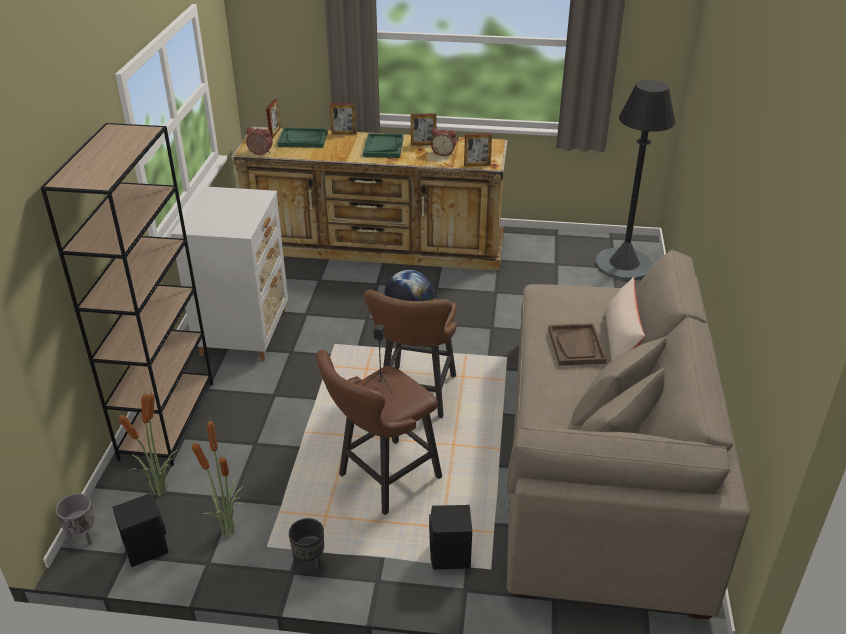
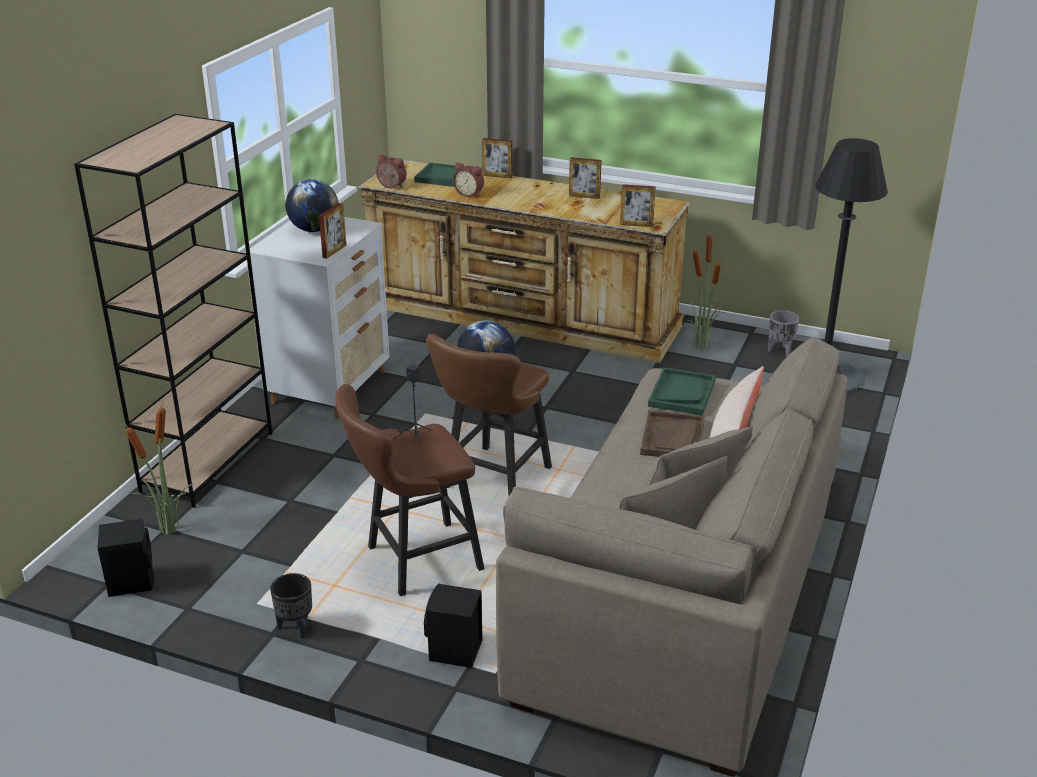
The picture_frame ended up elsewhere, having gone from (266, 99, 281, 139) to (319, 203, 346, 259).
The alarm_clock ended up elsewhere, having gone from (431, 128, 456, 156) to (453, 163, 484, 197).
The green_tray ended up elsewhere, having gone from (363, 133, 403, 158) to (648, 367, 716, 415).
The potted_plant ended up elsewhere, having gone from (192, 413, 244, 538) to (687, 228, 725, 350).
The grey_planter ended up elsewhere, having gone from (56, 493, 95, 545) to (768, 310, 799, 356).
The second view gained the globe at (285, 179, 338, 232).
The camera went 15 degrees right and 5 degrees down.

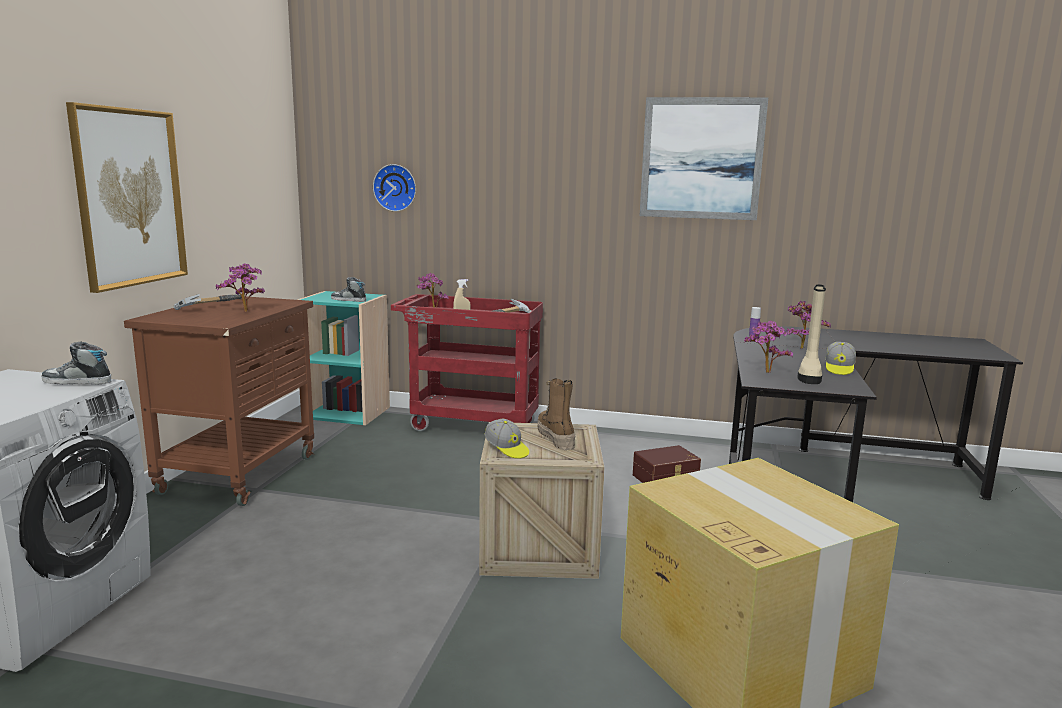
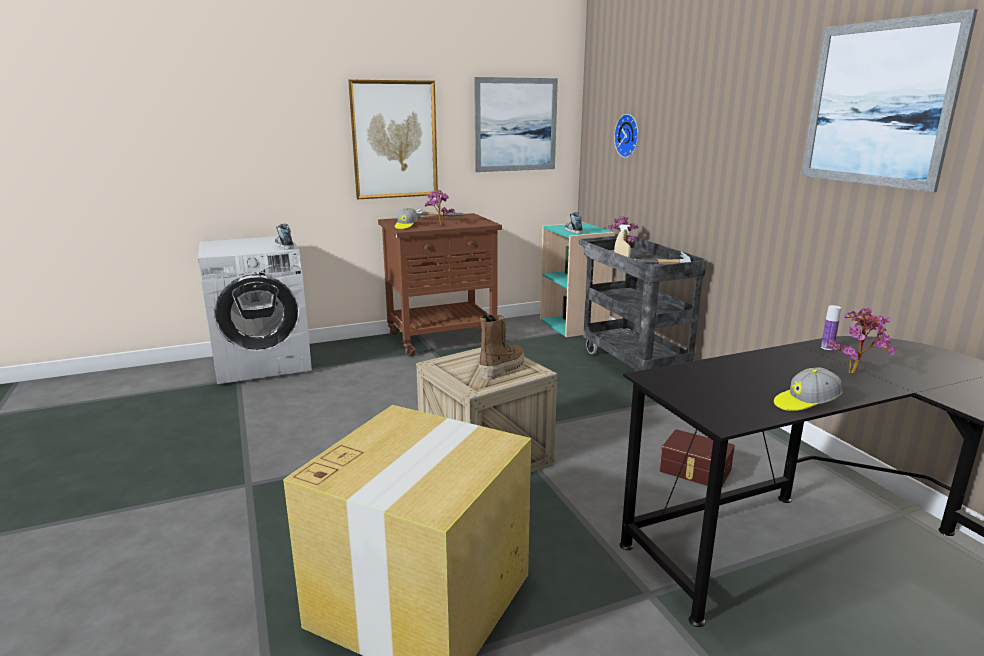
The second view lost the beige_boot at (797, 285, 826, 384).
What was the red_cart at (391, 294, 543, 431) turned into the black_cart at (579, 235, 707, 371).
The second view lost the potted_plant at (744, 321, 793, 373).
The cap ended up elsewhere, having gone from (484, 419, 529, 459) to (395, 208, 418, 229).
The second view gained the picture at (474, 77, 558, 172).
The camera went 55 degrees right and 5 degrees up.

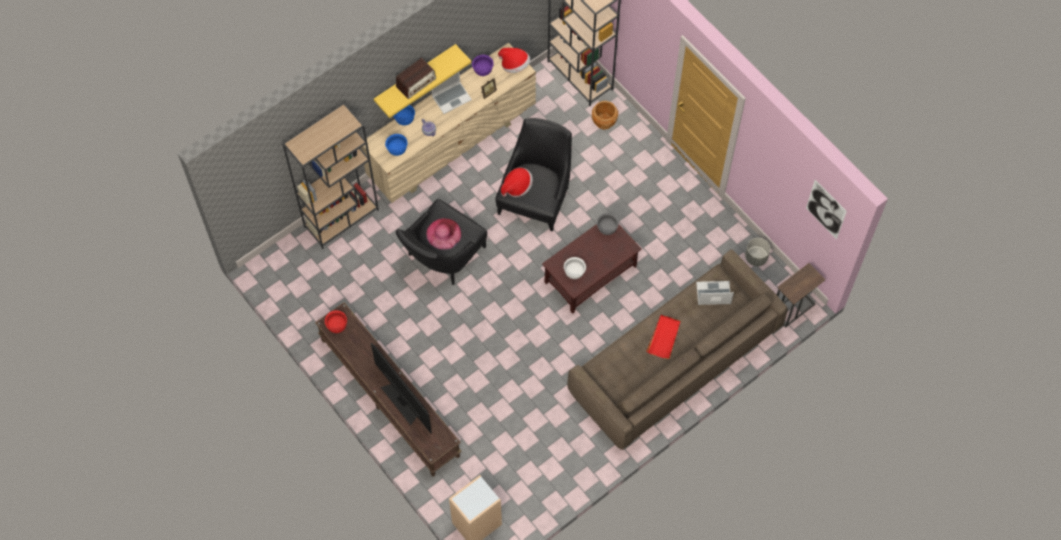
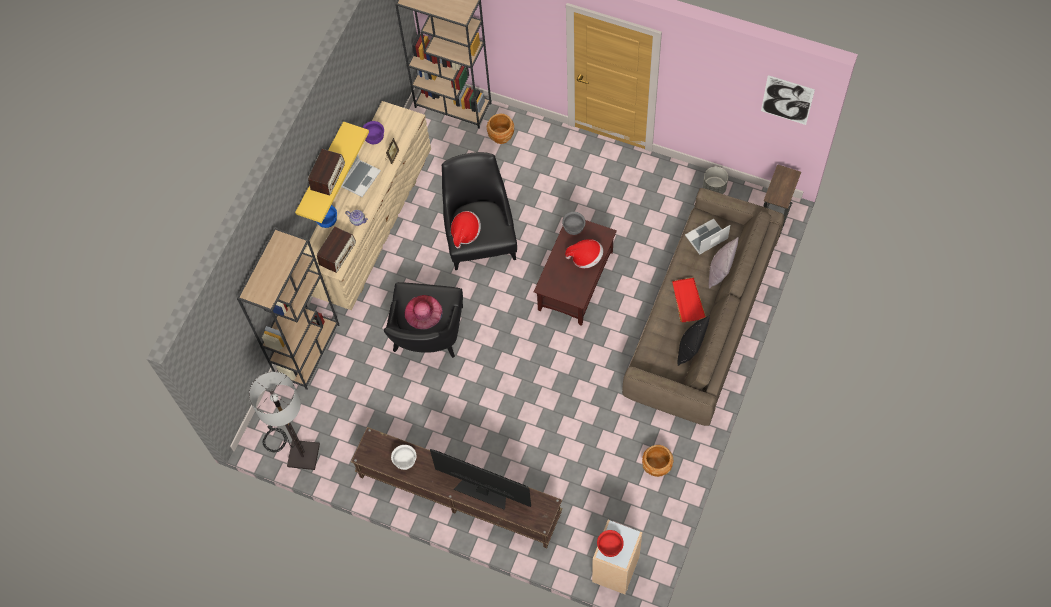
The hat ended up elsewhere, having gone from (498, 48, 530, 73) to (565, 239, 603, 268).
Where the blue_bowl stood at (385, 134, 408, 156), the radio came to stand at (317, 227, 356, 273).
The white_bowl ended up elsewhere, having gone from (564, 257, 586, 279) to (391, 445, 416, 470).
The red_bowl ended up elsewhere, having gone from (325, 310, 347, 333) to (597, 530, 624, 557).
The second view gained the purple_pillow at (708, 237, 739, 289).
The second view gained the black_pillow at (677, 316, 710, 366).
The second view gained the floor_lamp at (249, 371, 320, 470).
The second view gained the brown_planter at (642, 445, 673, 477).
The camera went 25 degrees left and 0 degrees up.

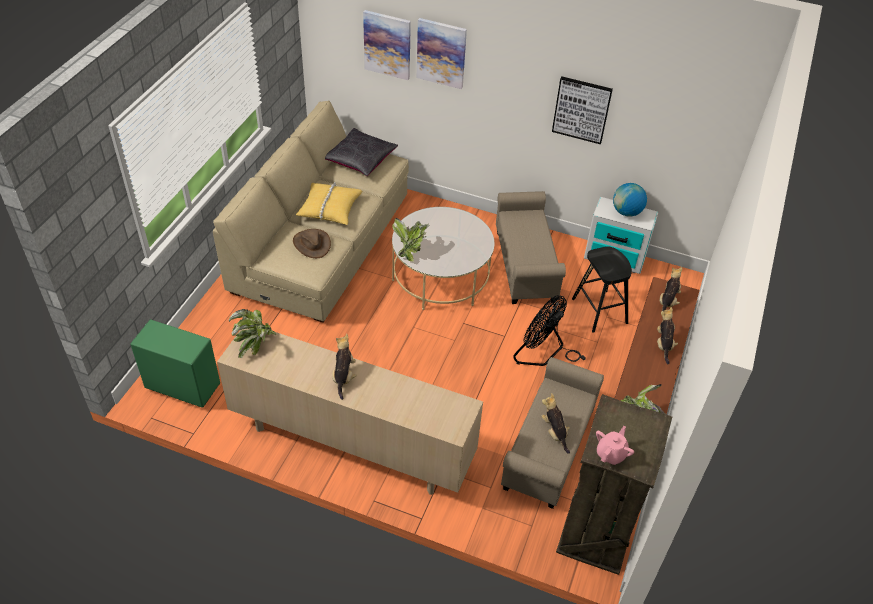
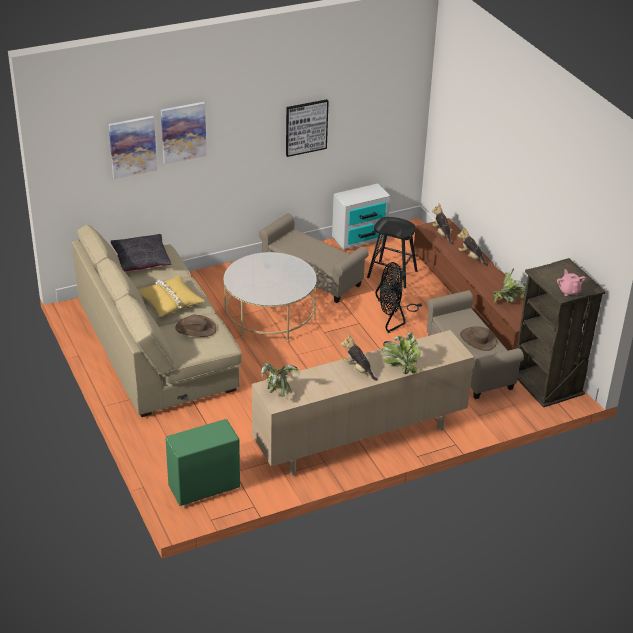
The second view lost the globe at (613, 183, 647, 217).
The potted_plant ended up elsewhere, having gone from (392, 218, 430, 261) to (381, 332, 421, 374).
Where the plush_toy stood at (541, 393, 570, 454), the brown_hat came to stand at (460, 327, 497, 351).
The camera went 45 degrees left and 10 degrees down.

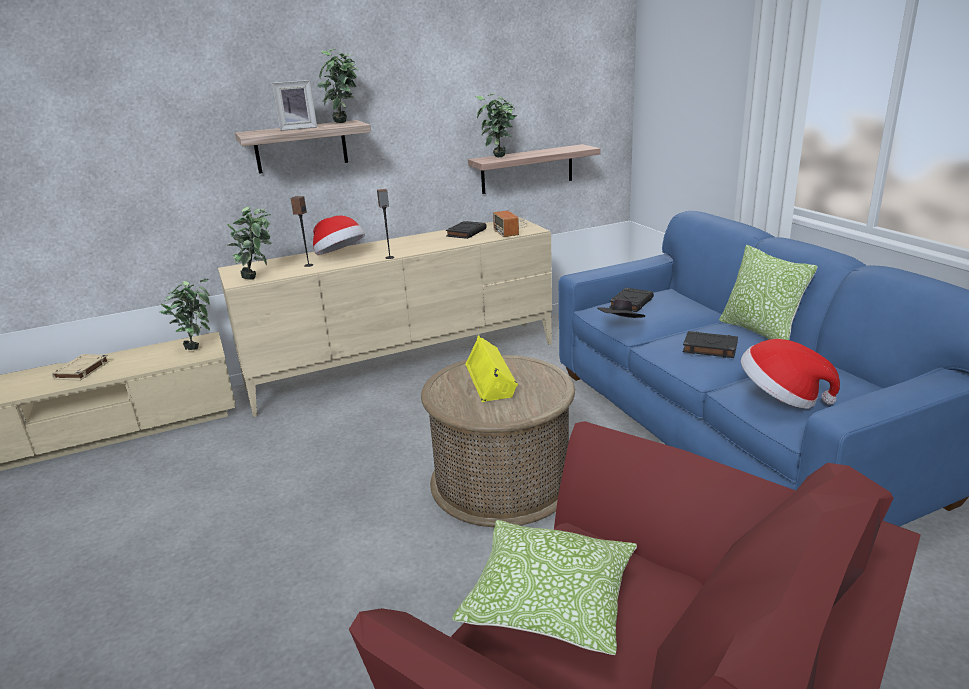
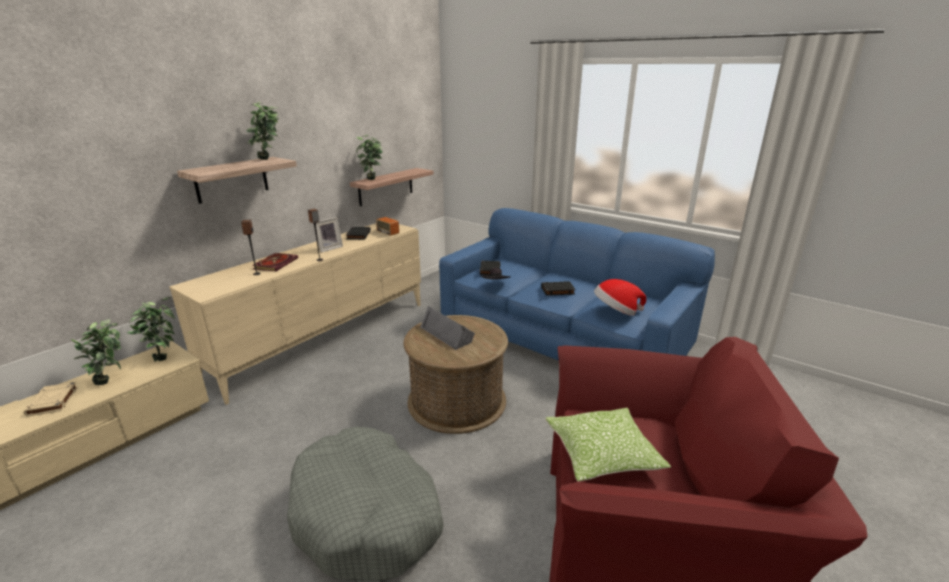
The picture_frame ended up elsewhere, having gone from (272, 80, 317, 131) to (316, 217, 343, 253).
The potted_plant ended up elsewhere, having gone from (227, 207, 272, 279) to (71, 319, 121, 385).
Where the hat stood at (313, 216, 365, 255), the book came to stand at (252, 253, 298, 271).
The second view lost the pillow at (719, 245, 818, 340).
What was the yellow_speaker at (465, 335, 518, 402) turned into the grey_speaker at (420, 306, 475, 350).
The second view gained the grey_dog_bed at (287, 426, 443, 582).
The camera went 30 degrees left and 0 degrees up.

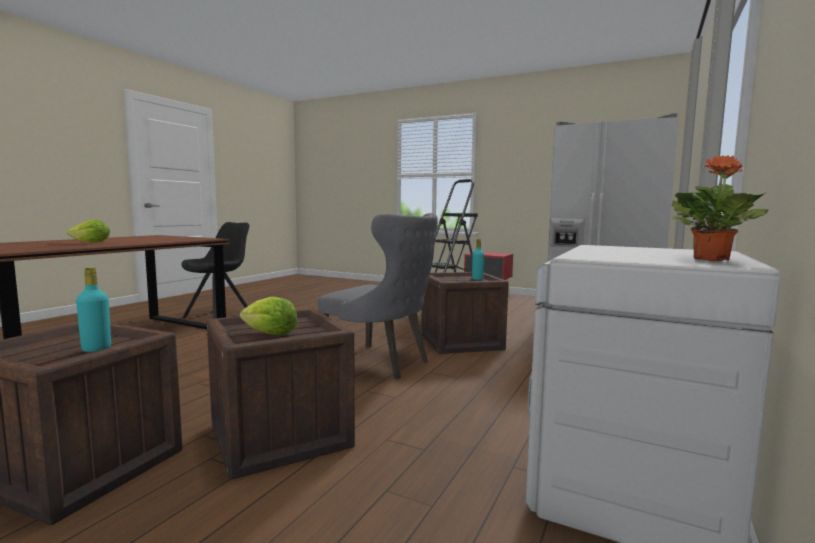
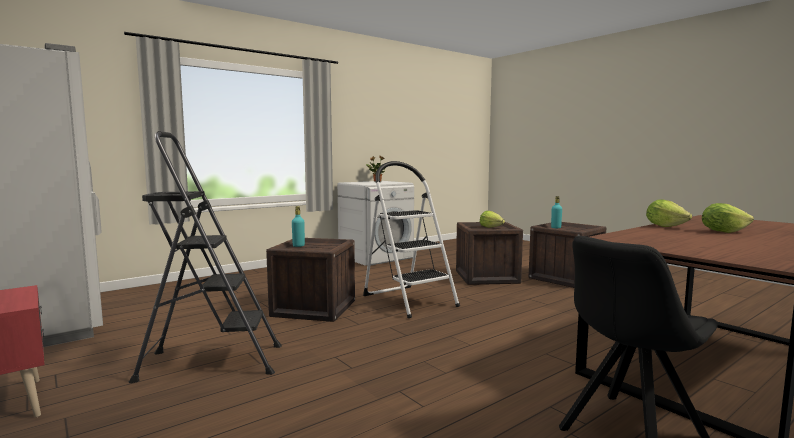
Where the grey_chair stood at (318, 213, 438, 379), the step_ladder came to stand at (363, 161, 460, 318).
The second view gained the lettuce at (646, 199, 692, 227).
The camera went 155 degrees left and 0 degrees up.

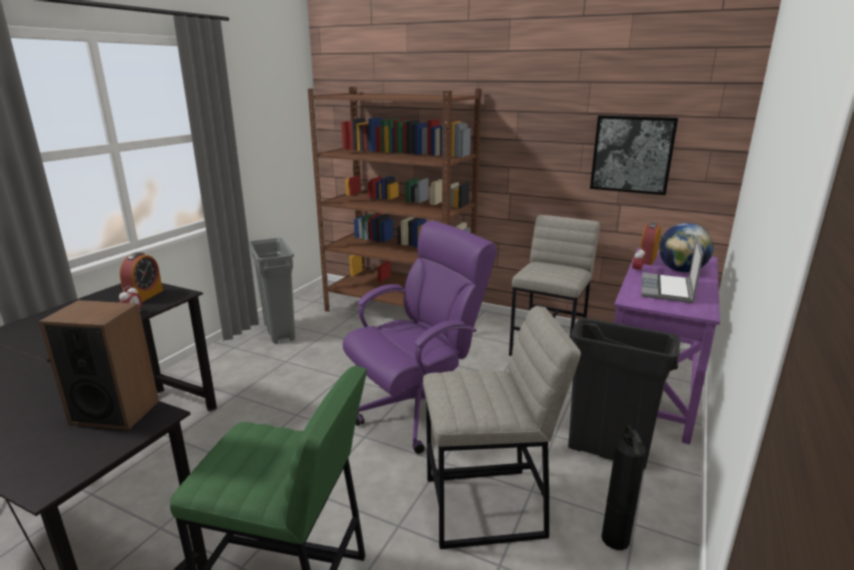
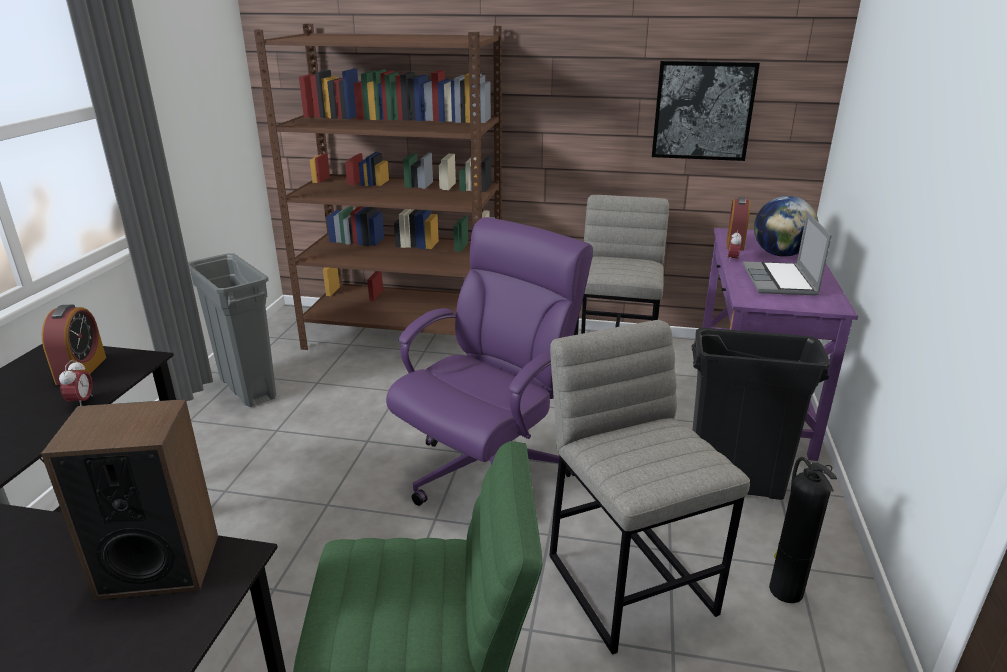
The grey_chair at (423, 306, 581, 549) ended up facing another way, 90 degrees counterclockwise from before.
The camera went 15 degrees left and 5 degrees up.

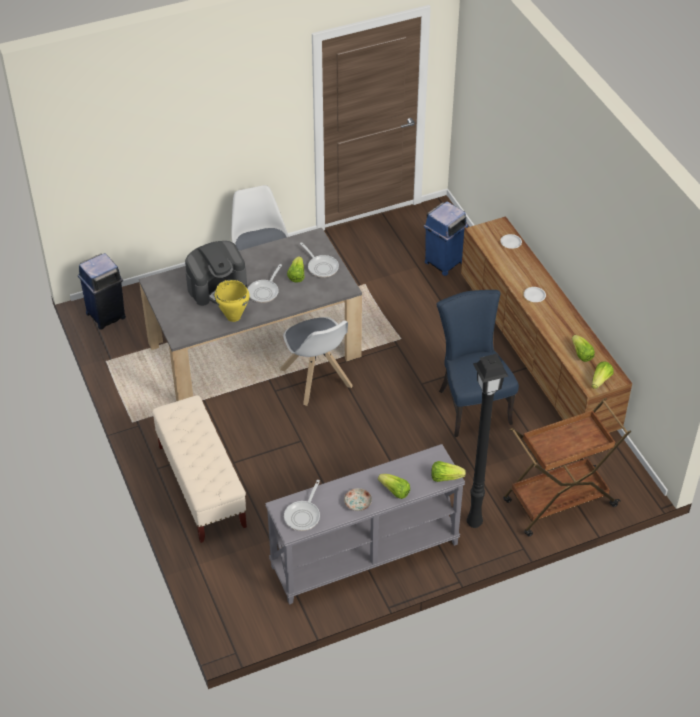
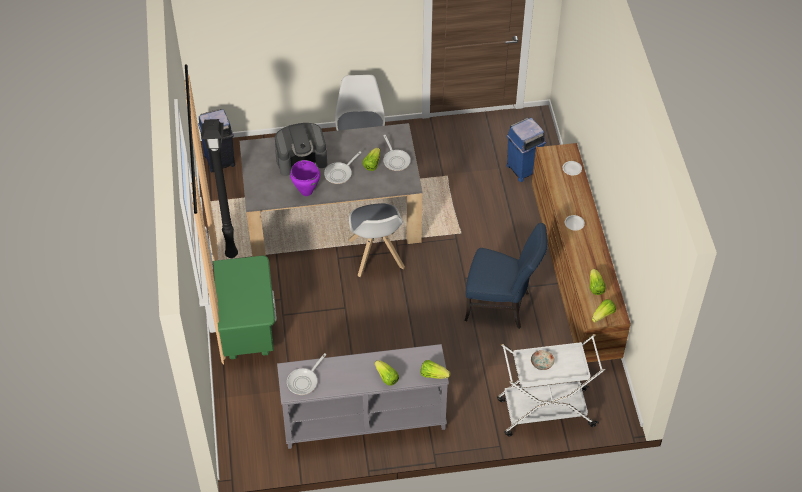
What was the yellow_cooking_pot at (215, 280, 249, 322) turned into the purple_cooking_pot at (290, 160, 320, 196).
The blue_chair at (437, 290, 519, 437) ended up facing another way, 105 degrees clockwise from before.
The black_floor_lamp ended up elsewhere, having gone from (467, 354, 508, 528) to (201, 119, 238, 258).
Where the beige_bench stood at (152, 395, 247, 543), the green_nightstand came to stand at (213, 256, 277, 359).
What was the brown_cart at (503, 398, 631, 536) turned into the white_cart at (497, 334, 605, 436).
The plate ended up elsewhere, having gone from (344, 488, 372, 511) to (531, 350, 554, 370).
The camera went 15 degrees right and 5 degrees up.

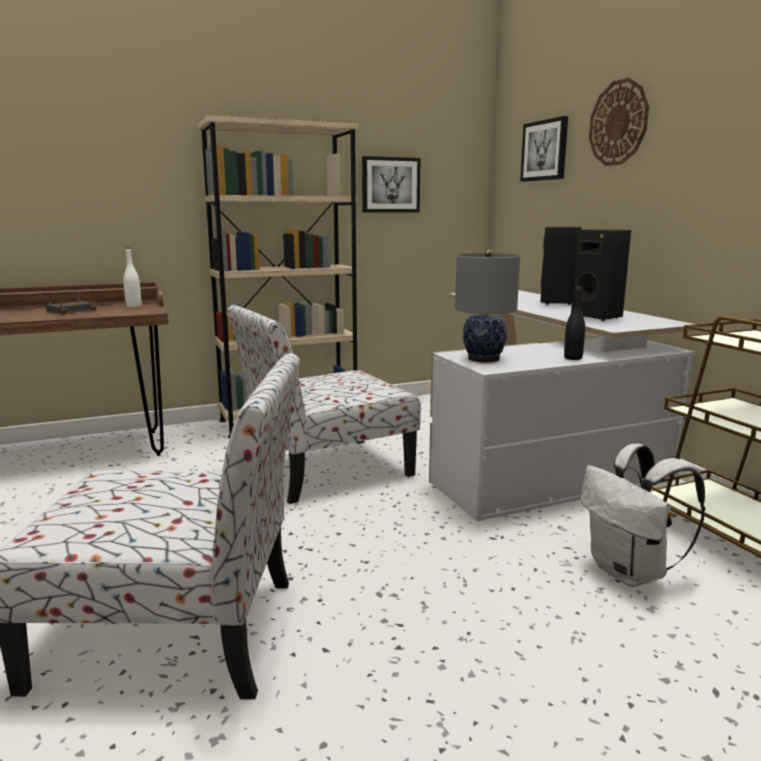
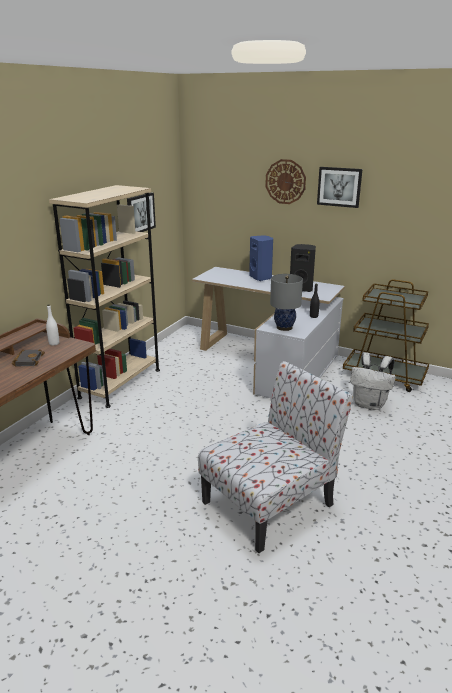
The picture ended up elsewhere, having gone from (520, 116, 568, 182) to (317, 167, 362, 208).
What was the black_speaker at (540, 227, 582, 305) turned into the blue_speaker at (249, 235, 273, 281).
The second view lost the chair at (228, 305, 421, 504).
The camera went 40 degrees left and 10 degrees up.

